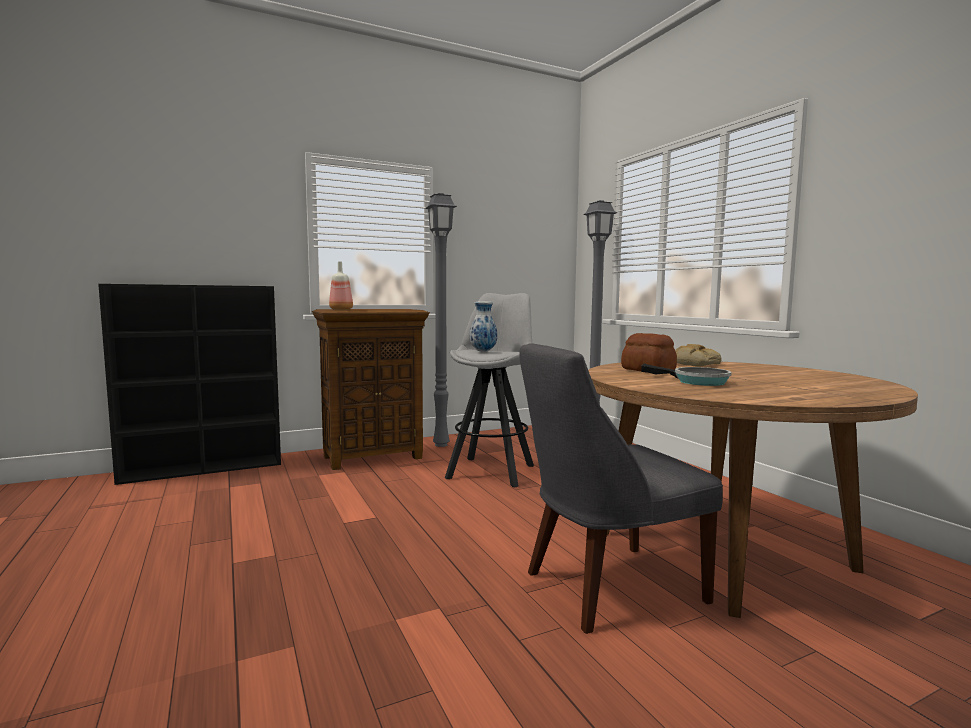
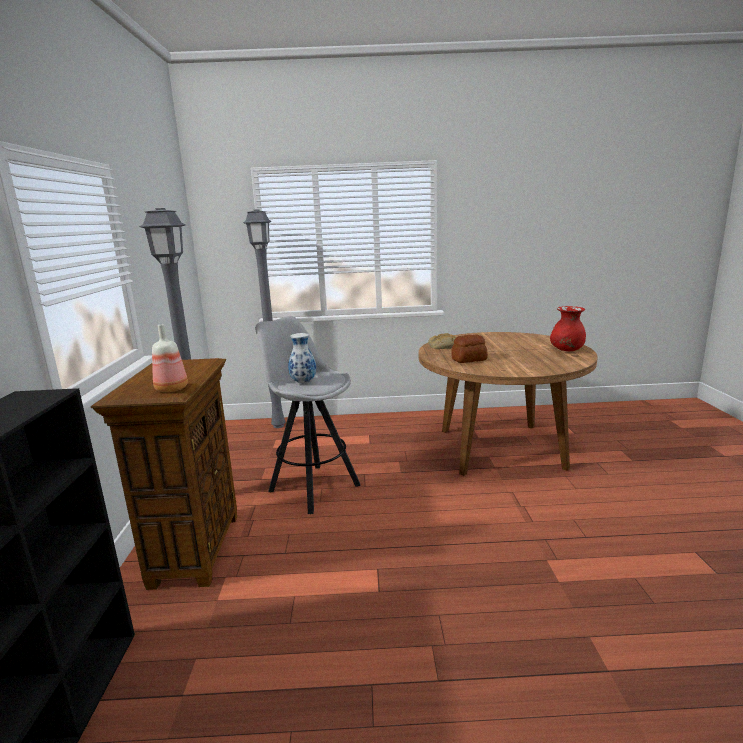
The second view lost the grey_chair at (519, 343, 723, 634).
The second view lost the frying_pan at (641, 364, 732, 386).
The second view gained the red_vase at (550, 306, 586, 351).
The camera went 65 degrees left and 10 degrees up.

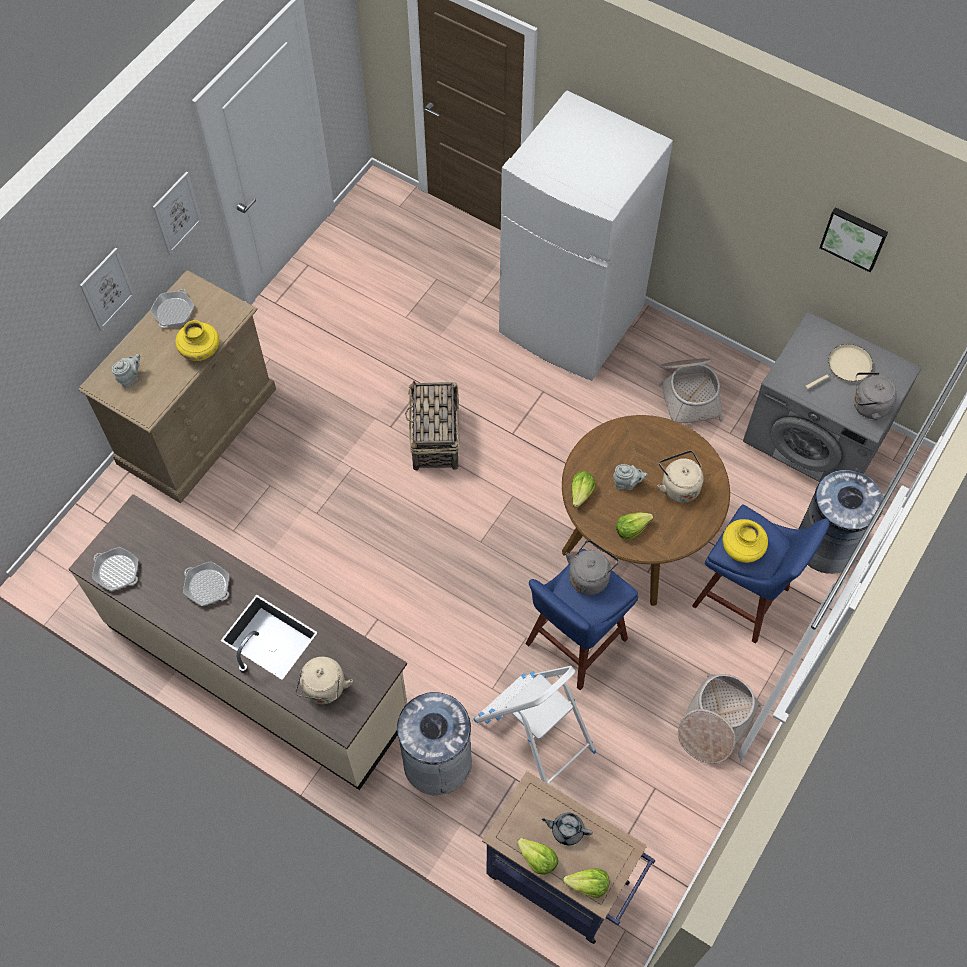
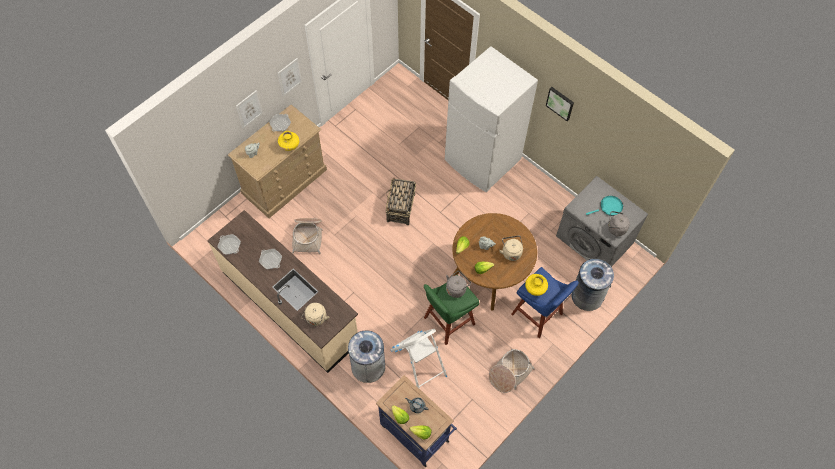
The picture ended up elsewhere, having gone from (819, 207, 888, 272) to (546, 87, 574, 121).
What was the beige_frying_pan at (805, 344, 873, 389) turned into the turquoise_frying_pan at (586, 196, 623, 216).
The basket ended up elsewhere, having gone from (659, 358, 723, 423) to (292, 218, 323, 254).
What was the blue_stool at (526, 549, 638, 690) turned into the green_stool at (424, 282, 479, 345).
The camera went 10 degrees right and 0 degrees up.

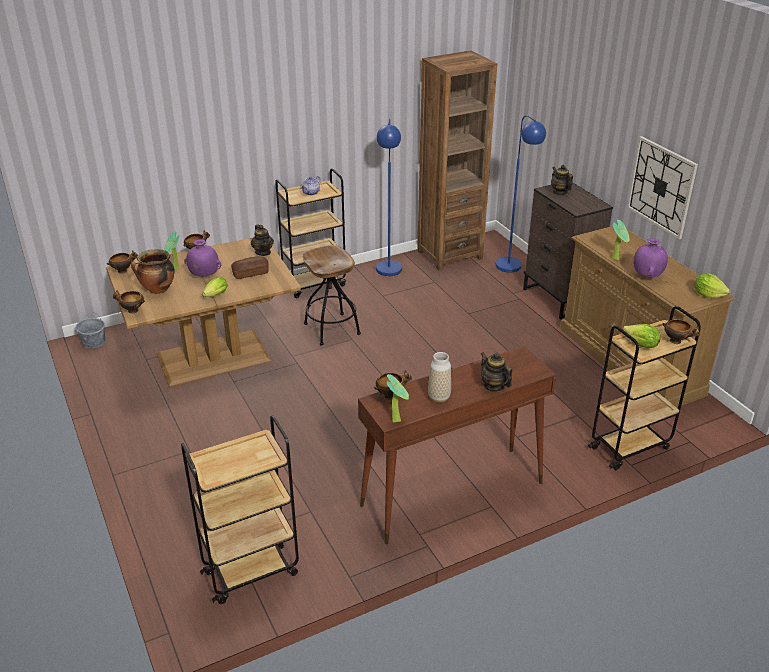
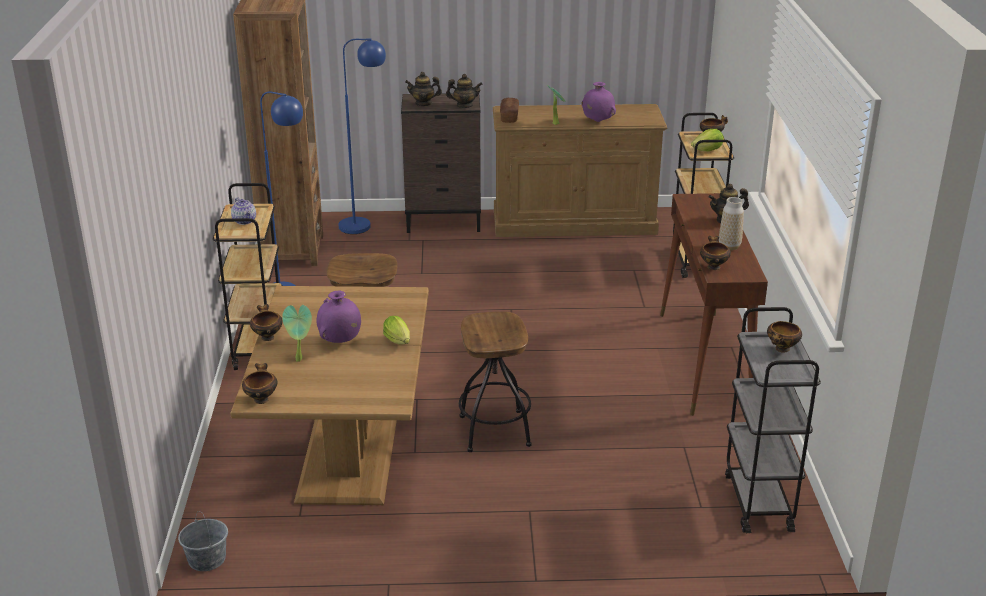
The second view lost the wall_clock at (627, 136, 698, 239).
The teapot ended up elsewhere, having gone from (251, 225, 274, 256) to (446, 74, 483, 108).
The second view lost the cooking_pot at (131, 249, 174, 294).
The bread ended up elsewhere, having gone from (231, 256, 269, 279) to (500, 98, 519, 123).
The second view lost the lettuce at (694, 273, 731, 298).
The bowl ended up elsewhere, having gone from (113, 290, 145, 313) to (767, 321, 802, 353).
The second view lost the potted_plant at (387, 374, 409, 422).
What was the brown_cart at (181, 415, 299, 604) turned into the grey_cart at (725, 307, 821, 533).
The second view gained the brown_stool at (459, 311, 531, 452).
The camera went 65 degrees left and 5 degrees down.

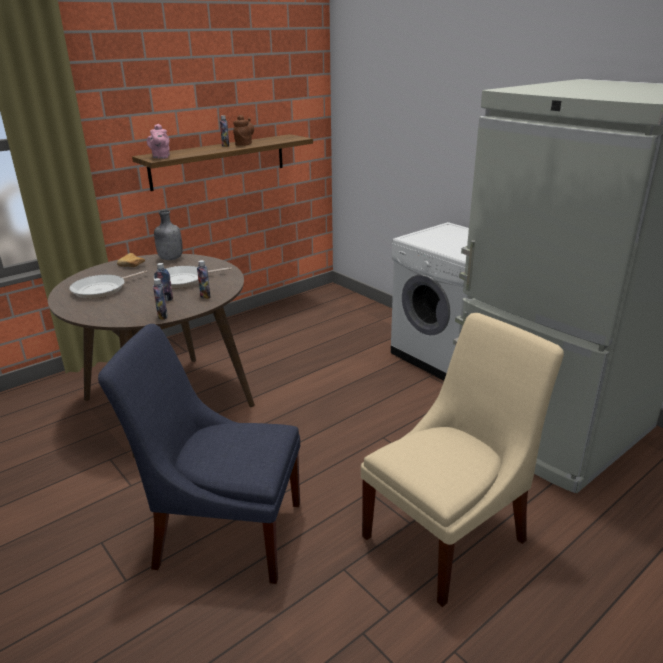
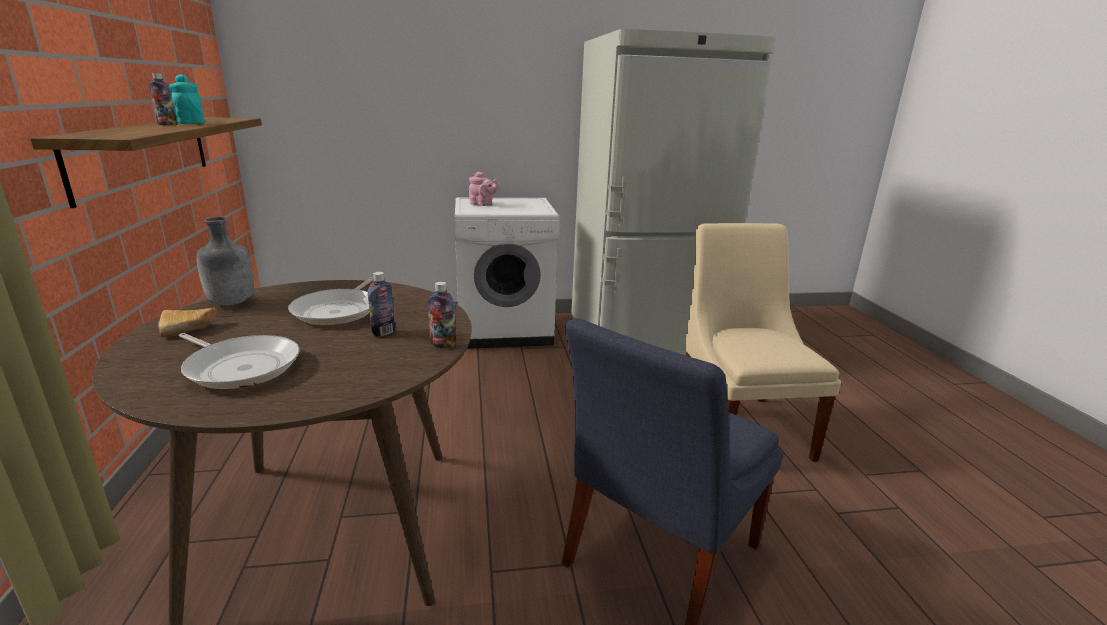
What was the brown_teapot at (233, 115, 254, 146) turned into the turquoise_teapot at (169, 74, 205, 124).
The pink_teapot ended up elsewhere, having gone from (147, 124, 170, 159) to (469, 172, 500, 206).
The second view lost the bottle at (197, 260, 211, 299).
The frying_pan at (69, 270, 148, 299) ended up facing another way, 45 degrees counterclockwise from before.
The camera went 60 degrees left and 5 degrees down.

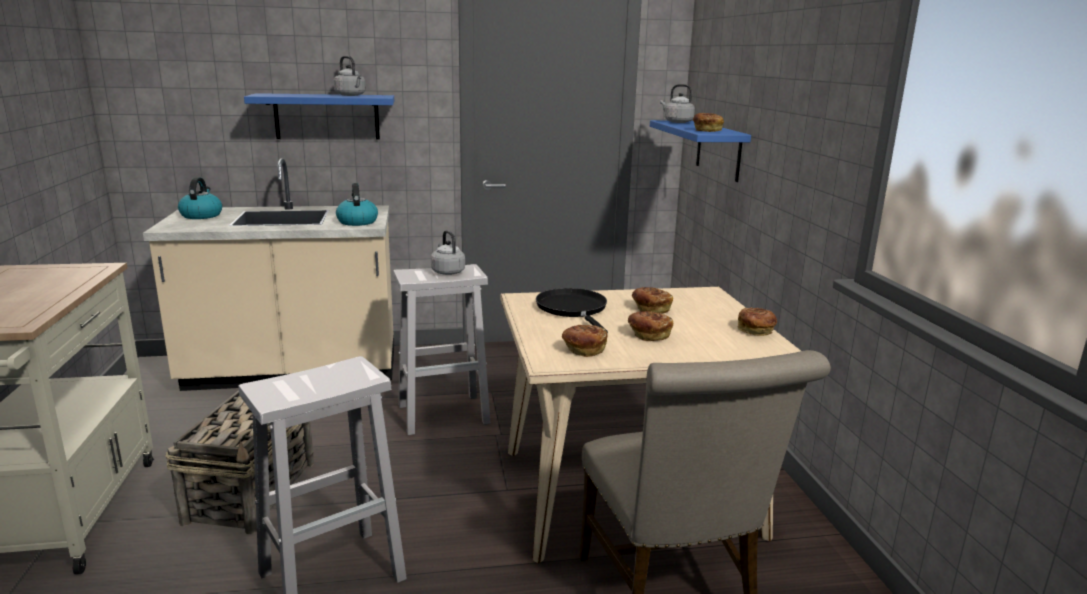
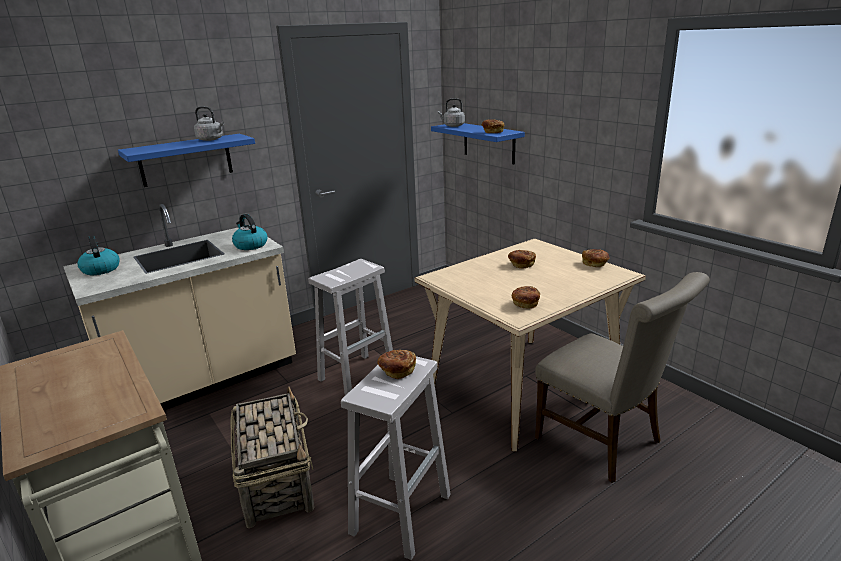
The second view lost the grey_kettle at (431, 230, 465, 275).
The second view lost the black_frying_pan at (536, 288, 608, 334).
The bread ended up elsewhere, having gone from (628, 311, 673, 341) to (378, 350, 416, 379).
The camera went 25 degrees left and 5 degrees up.

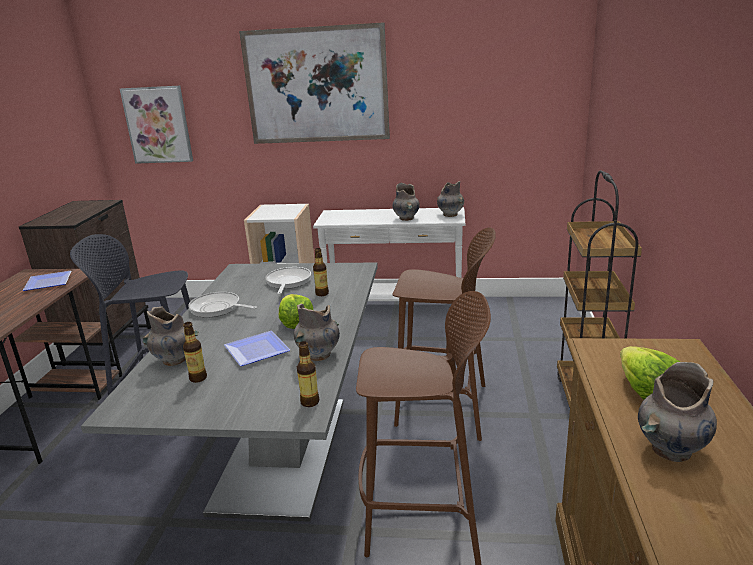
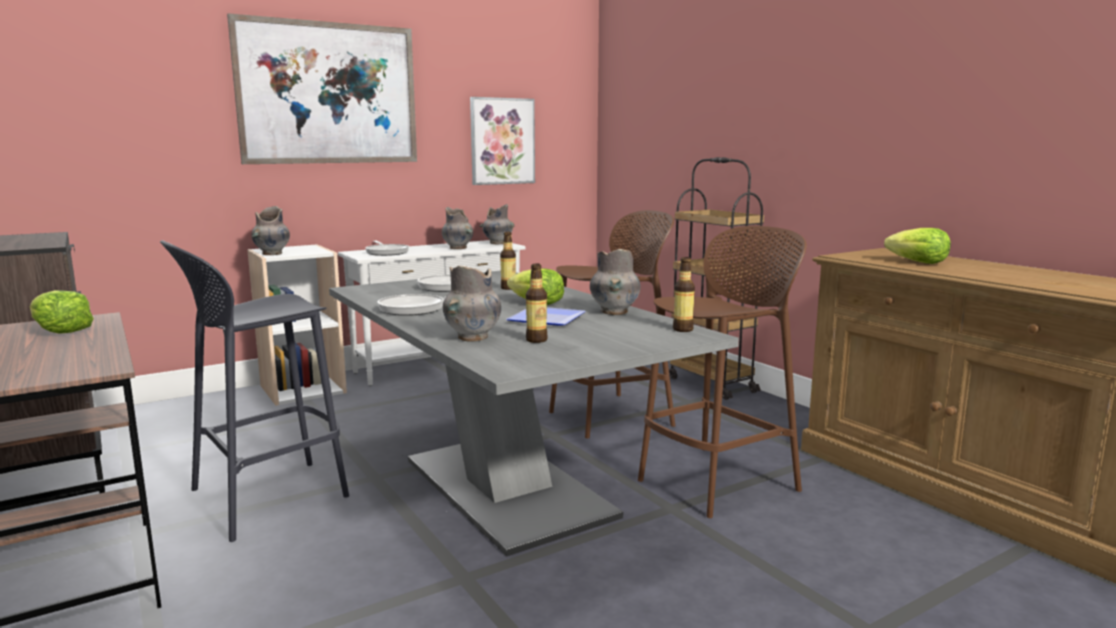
The picture ended up elsewhere, having gone from (120, 86, 193, 164) to (470, 97, 535, 185).
Where the plate stood at (22, 271, 71, 291), the lettuce came to stand at (30, 290, 94, 334).
The grey_vase ended up elsewhere, having gone from (638, 362, 717, 462) to (252, 206, 290, 255).
The second view gained the frying_pan at (365, 241, 409, 256).
The camera went 40 degrees left and 10 degrees down.

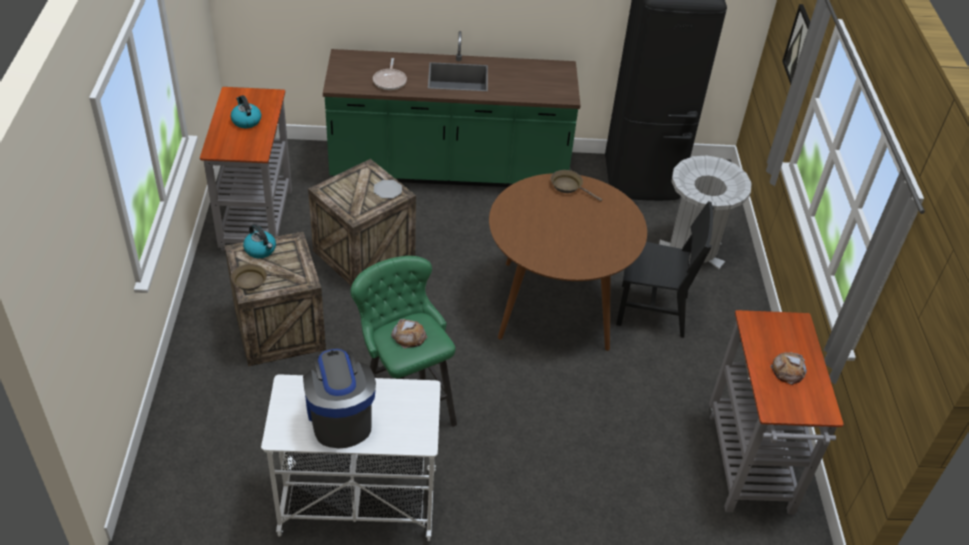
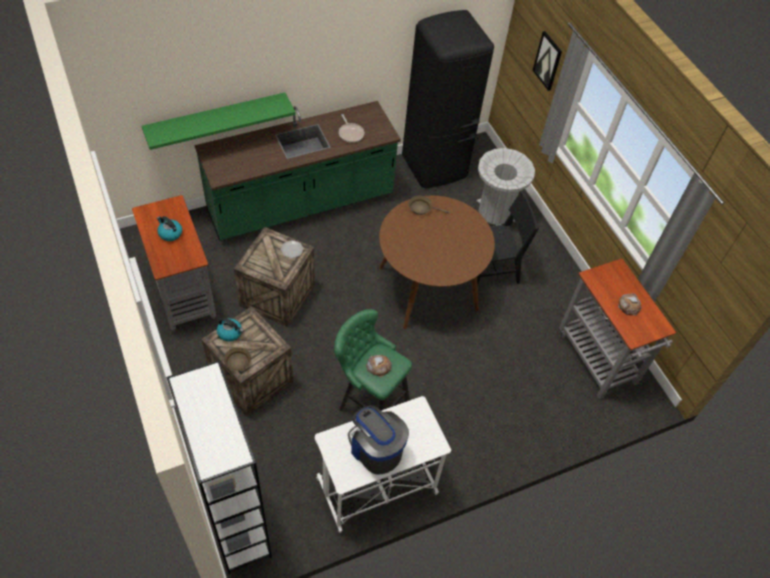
The frying_pan ended up elsewhere, having gone from (373, 58, 407, 90) to (339, 114, 364, 143).
The second view gained the green_shelf at (142, 93, 296, 150).
The second view gained the white_bookcase at (166, 360, 272, 575).
The camera went 25 degrees left and 10 degrees up.

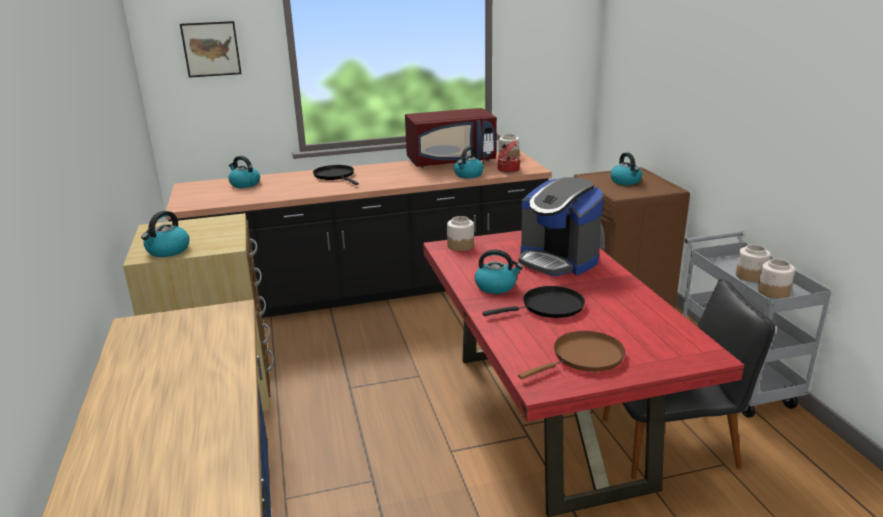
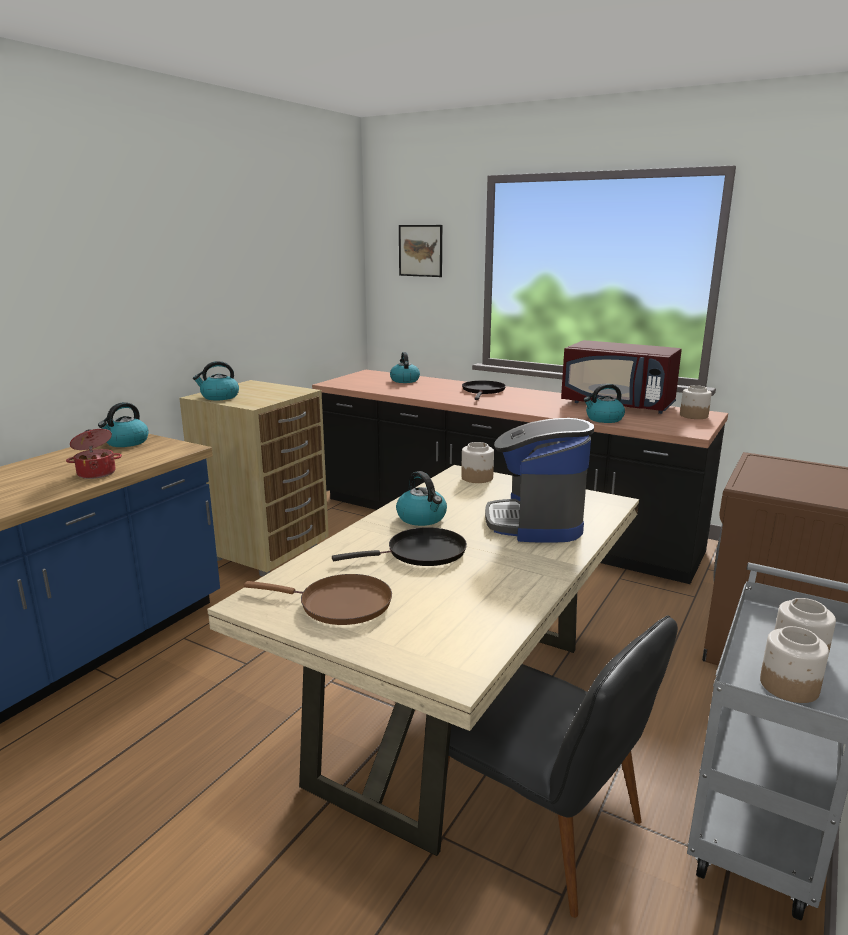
The cooking_pot ended up elsewhere, having gone from (498, 141, 521, 173) to (66, 429, 122, 479).
The kettle ended up elsewhere, having gone from (610, 152, 642, 185) to (98, 402, 149, 447).
What was the red_dining_table at (423, 230, 744, 517) turned into the beige_dining_table at (207, 465, 639, 856).
The black_frying_pan at (482, 286, 585, 318) ended up facing another way, 45 degrees counterclockwise from before.
The camera went 45 degrees right and 5 degrees down.

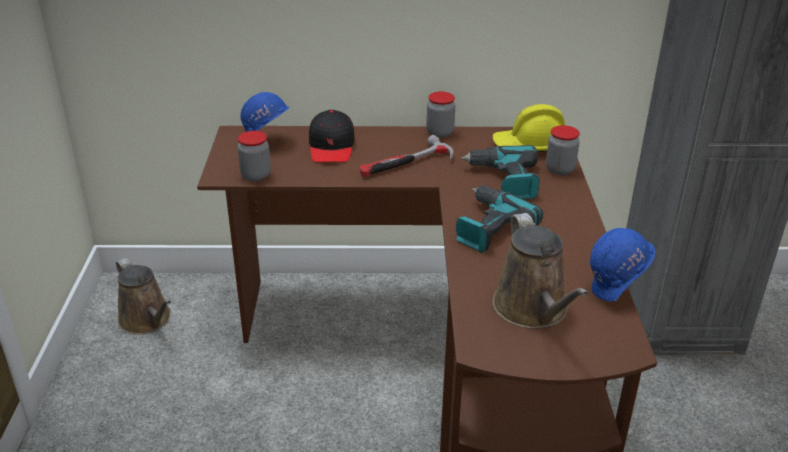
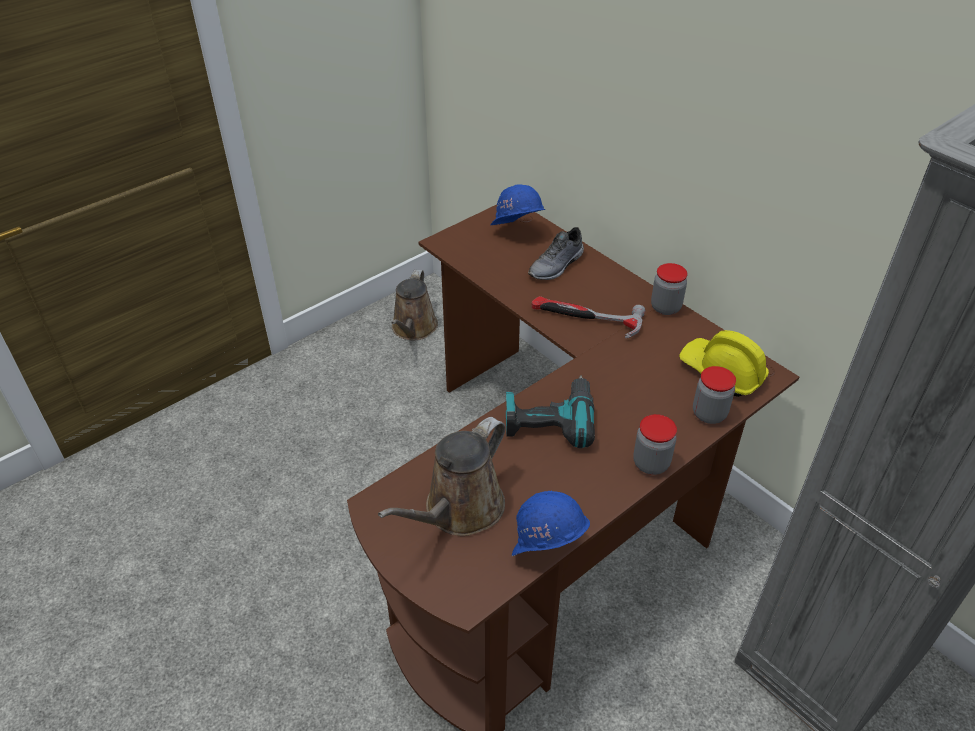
Where the black_cap stood at (309, 110, 355, 162), the grey_shoe came to stand at (528, 227, 584, 280).
The jar ended up elsewhere, having gone from (237, 131, 271, 181) to (633, 414, 677, 475).
The second view lost the power_drill at (461, 145, 539, 199).
The camera went 50 degrees right and 10 degrees up.

